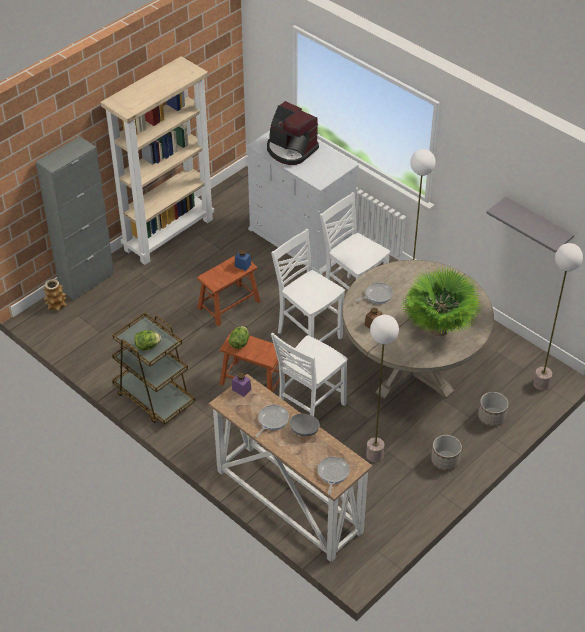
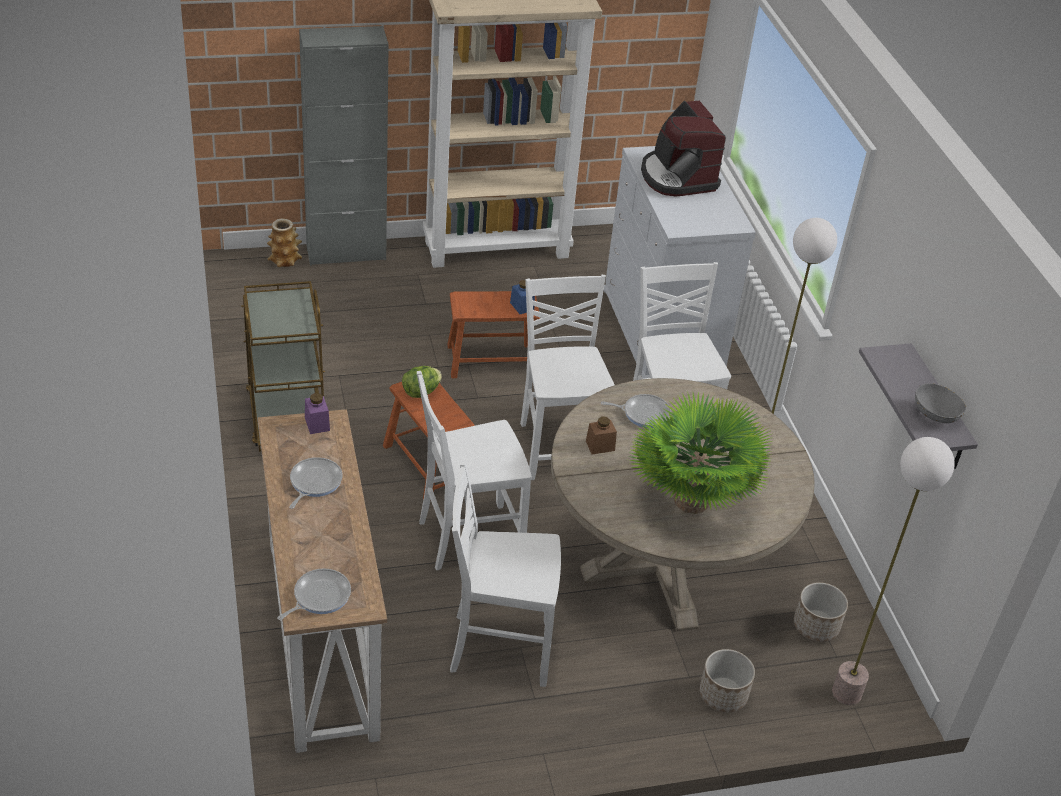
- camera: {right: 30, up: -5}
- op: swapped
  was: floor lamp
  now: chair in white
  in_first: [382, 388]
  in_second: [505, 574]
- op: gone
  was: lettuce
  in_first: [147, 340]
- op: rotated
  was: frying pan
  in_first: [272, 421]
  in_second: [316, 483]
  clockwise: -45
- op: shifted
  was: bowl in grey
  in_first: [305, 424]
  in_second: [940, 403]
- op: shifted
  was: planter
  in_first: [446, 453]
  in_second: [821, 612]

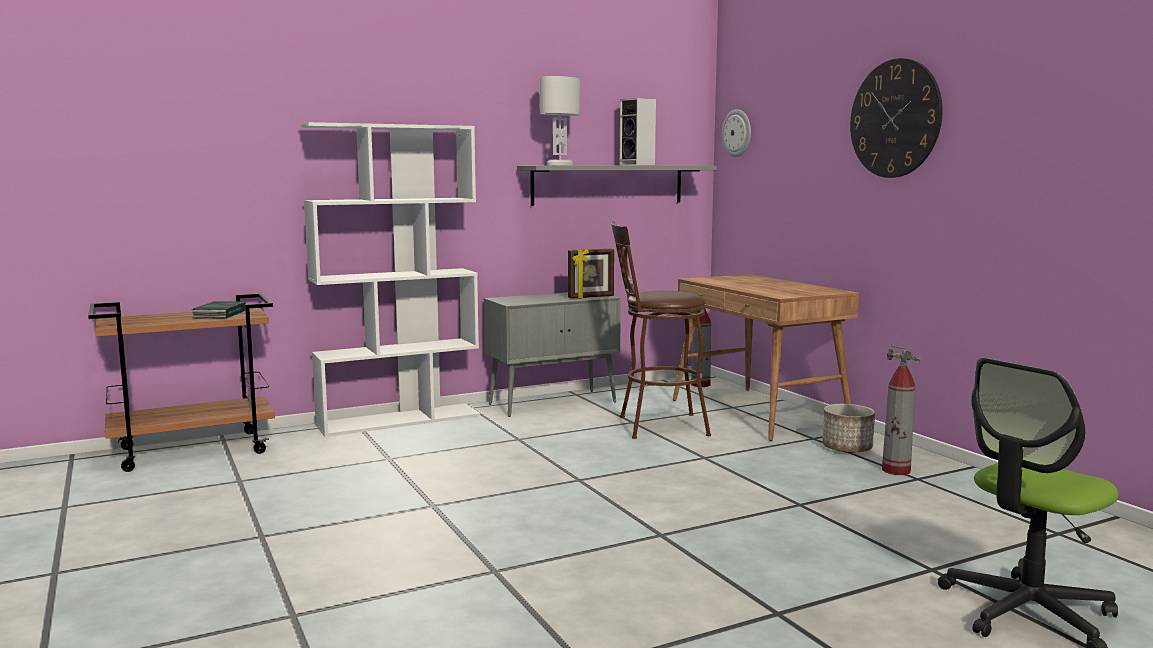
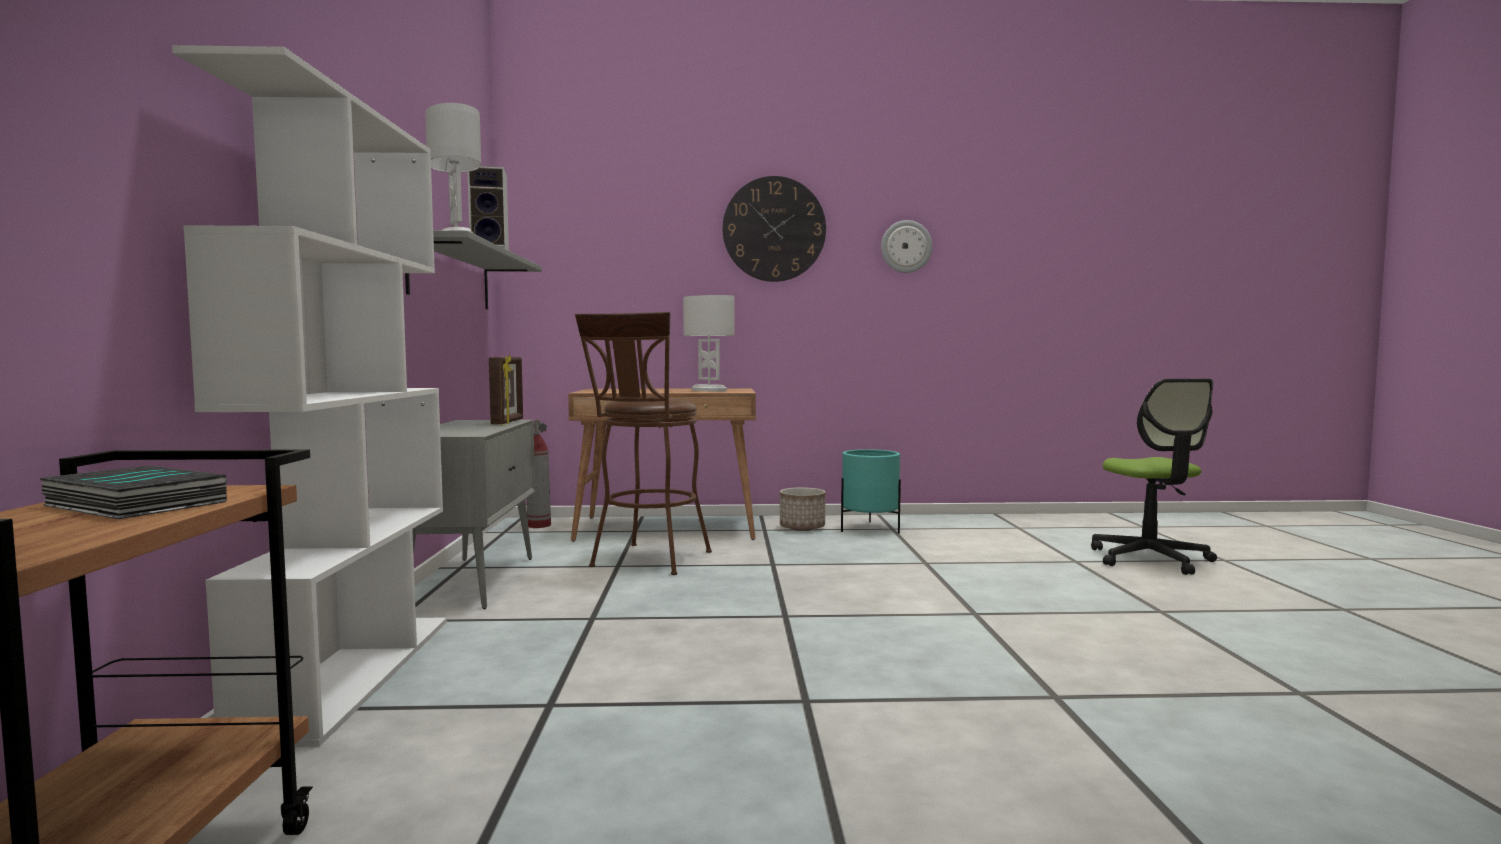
- camera: {right: -65, up: -5}
- op: shifted
  was: wall clock
  in_first: [736, 133]
  in_second: [906, 246]
- op: swapped
  was: fire extinguisher
  now: planter in turquoise
  in_first: [901, 410]
  in_second: [871, 491]
- op: new
  now: table lamp in white
  in_second: [709, 343]

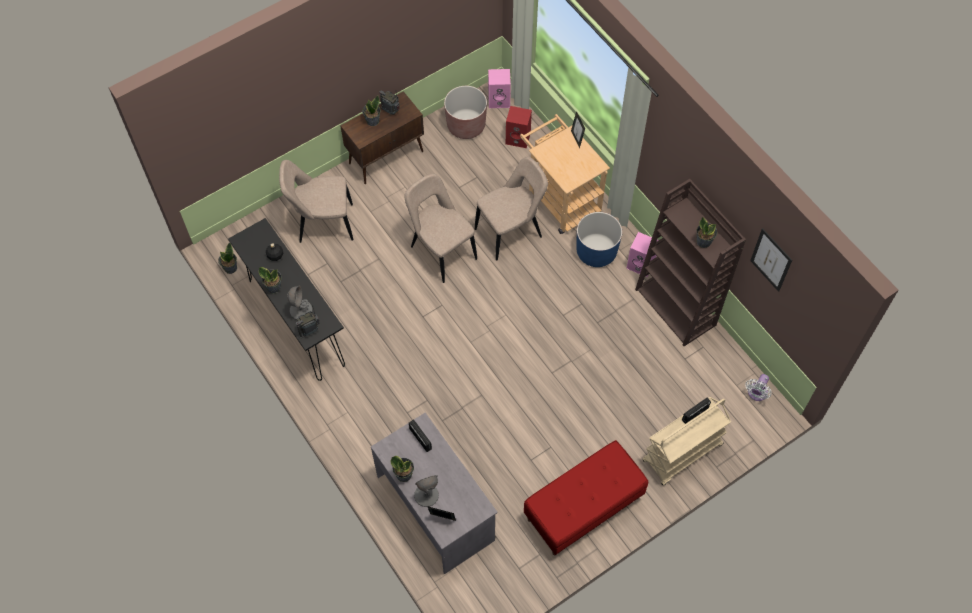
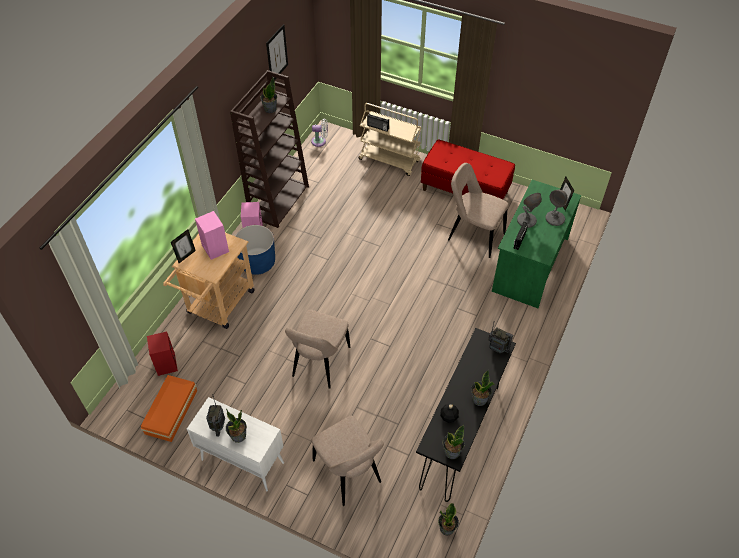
- camera: {right: -120, up: -10}
- op: shifted
  was: speaker in pink
  in_first: [499, 88]
  in_second: [212, 235]
- op: swapped
  was: planter in brown
  now: storage box in orange
  in_first: [465, 112]
  in_second: [169, 408]
- op: repainted
  was: cabinet in brown
  now: cabinet in white
  in_first: [382, 137]
  in_second: [235, 444]
- op: shifted
  was: chair in beige
  in_first: [511, 209]
  in_second: [478, 210]
- op: shifted
  was: table lamp in grey
  in_first: [300, 303]
  in_second: [529, 210]
- op: repainted
  was: desk in grey
  now: desk in green
  in_first: [434, 493]
  in_second: [536, 244]
- op: shifted
  was: potted plant
  in_first: [402, 469]
  in_second: [454, 442]

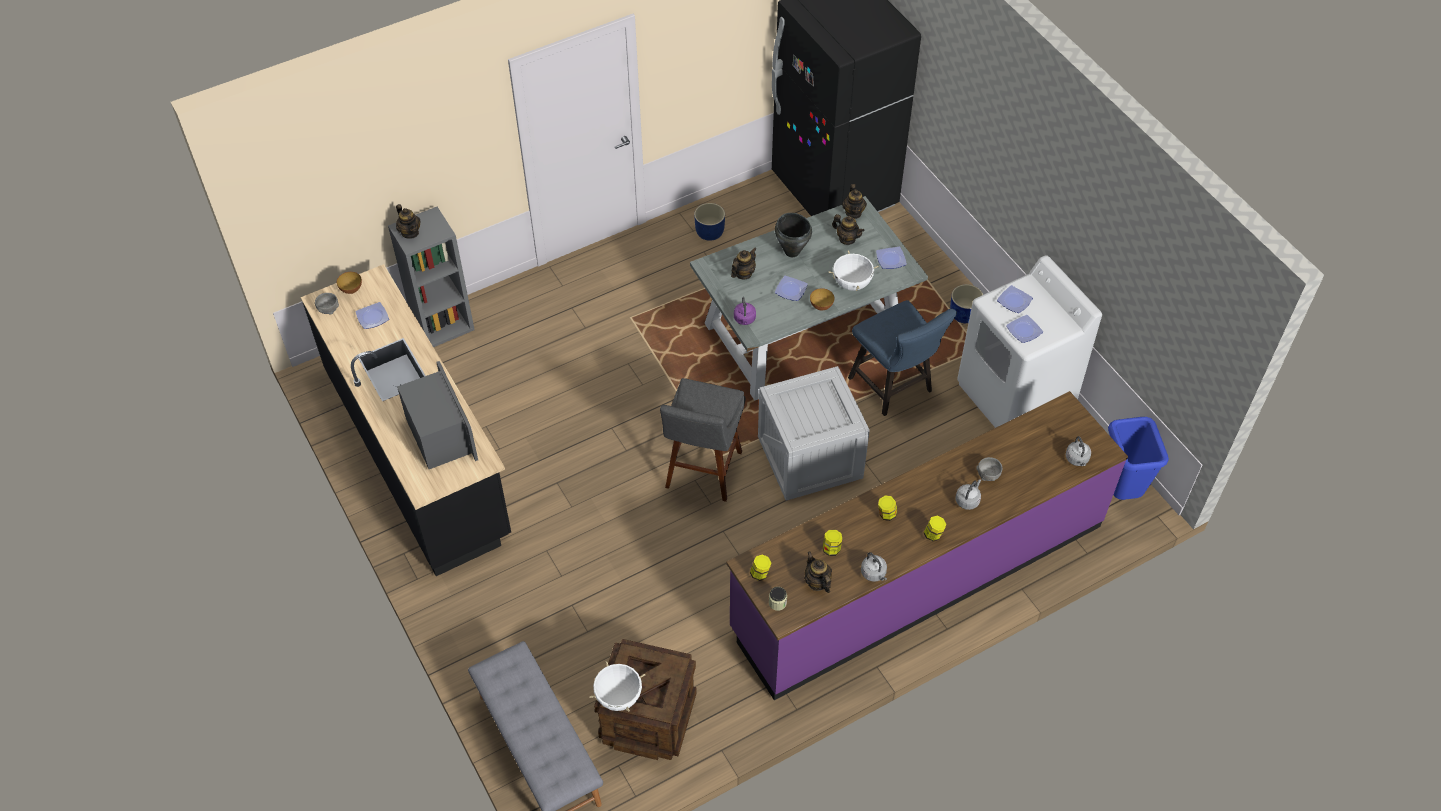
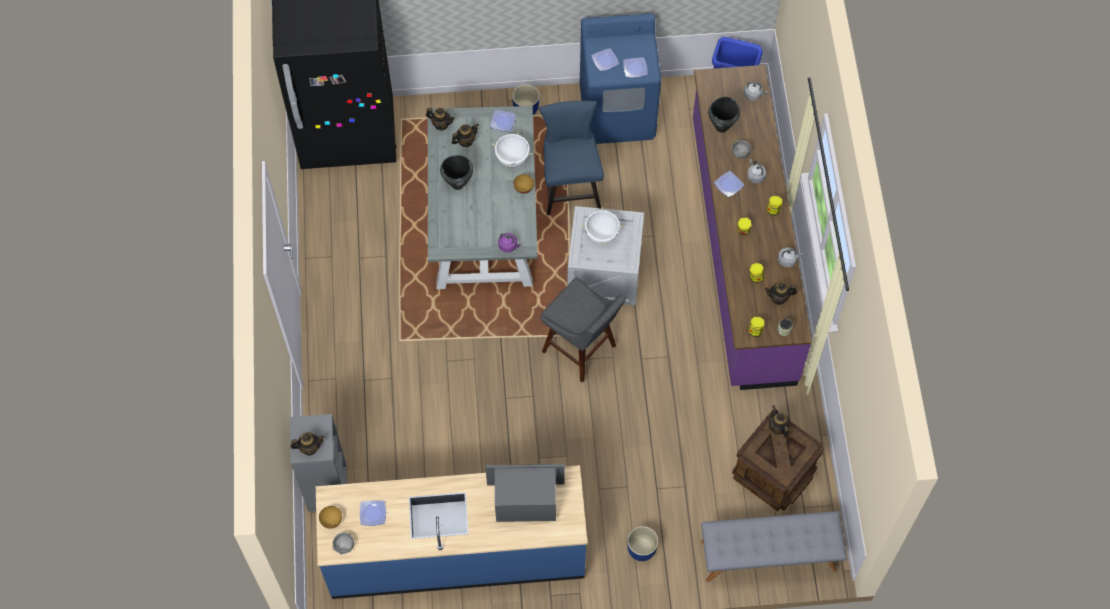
- camera: {right: -65, up: 10}
- op: shifted
  was: planter in blue
  in_first: [709, 222]
  in_second: [642, 543]
- op: shifted
  was: teapot
  in_first: [744, 263]
  in_second: [779, 421]
- op: repainted
  was: washing machine in white
  now: washing machine in blue
  in_first: [1029, 341]
  in_second: [620, 78]
- op: repainted
  was: counter in black
  now: counter in blue
  in_first: [406, 420]
  in_second: [452, 532]
- op: shifted
  was: plate
  in_first: [791, 288]
  in_second: [729, 184]
- op: rotated
  was: chair in blue
  in_first: [902, 358]
  in_second: [571, 158]
  clockwise: -90
- op: shifted
  was: cooking pot in white
  in_first: [617, 686]
  in_second: [602, 226]
- op: new
  now: cooking pot in black
  in_second: [724, 115]

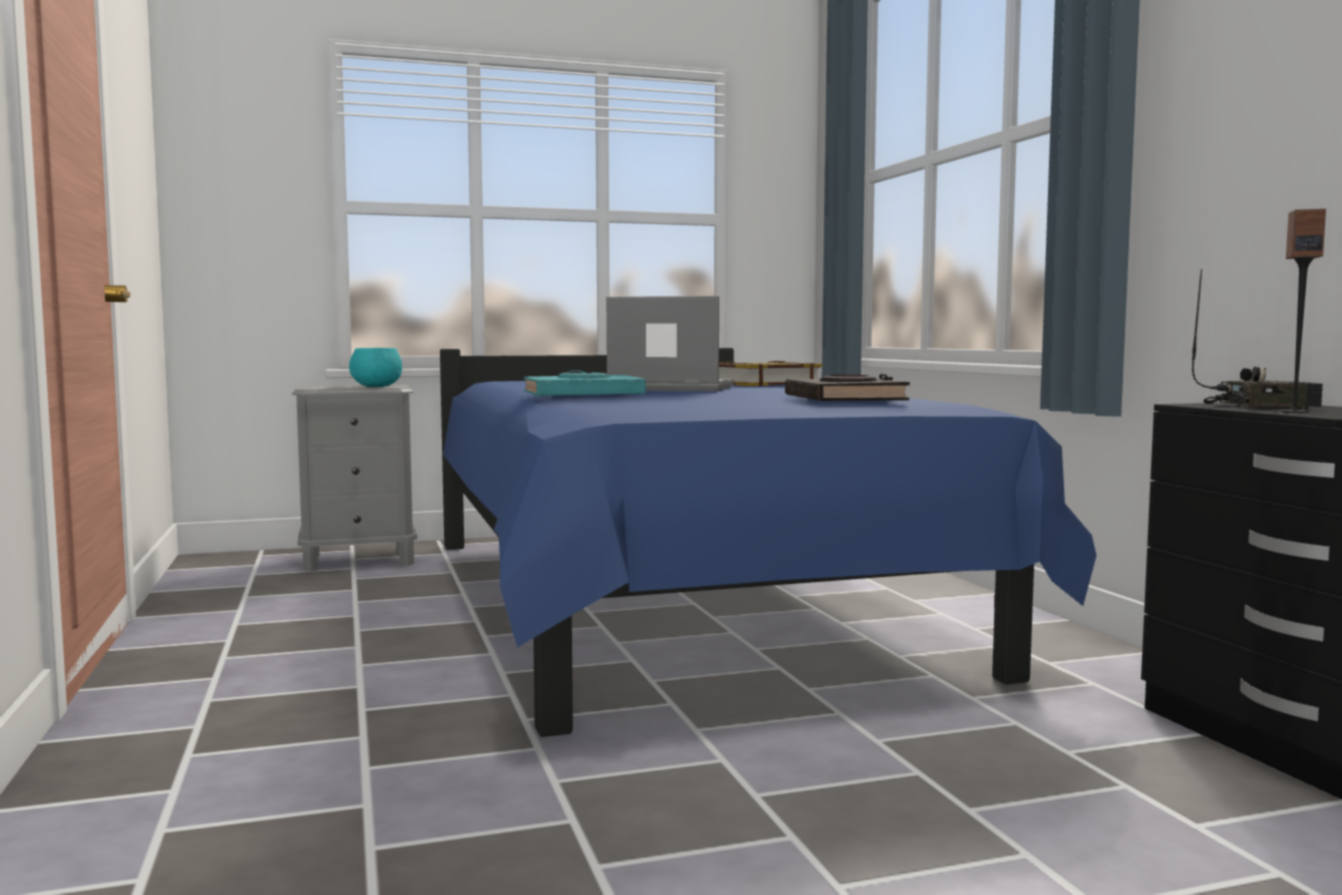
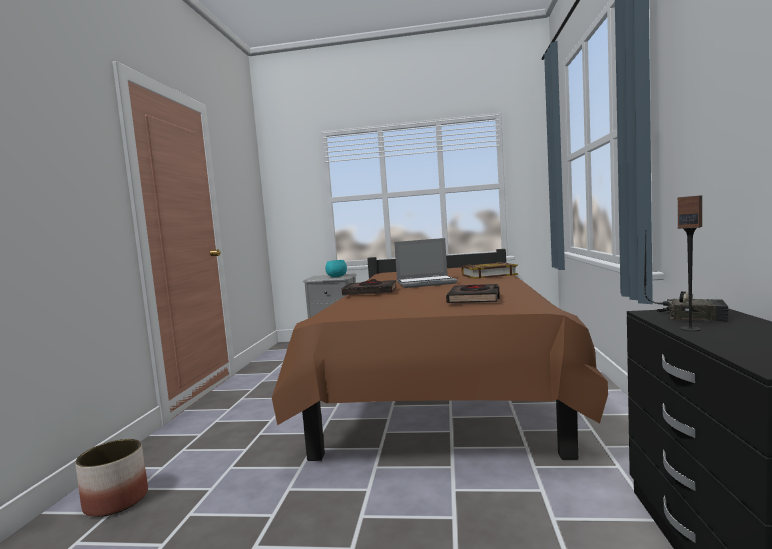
- camera: {right: 25, up: 0}
- op: rotated
  was: laptop
  in_first: [670, 343]
  in_second: [426, 263]
  clockwise: 135
- op: repainted
  was: bed in blue
  now: bed in brown
  in_first: [768, 542]
  in_second: [440, 355]
- op: repainted
  was: book in turquoise
  now: book in black
  in_first: [585, 383]
  in_second: [369, 287]
- op: new
  now: planter
  in_second: [111, 478]

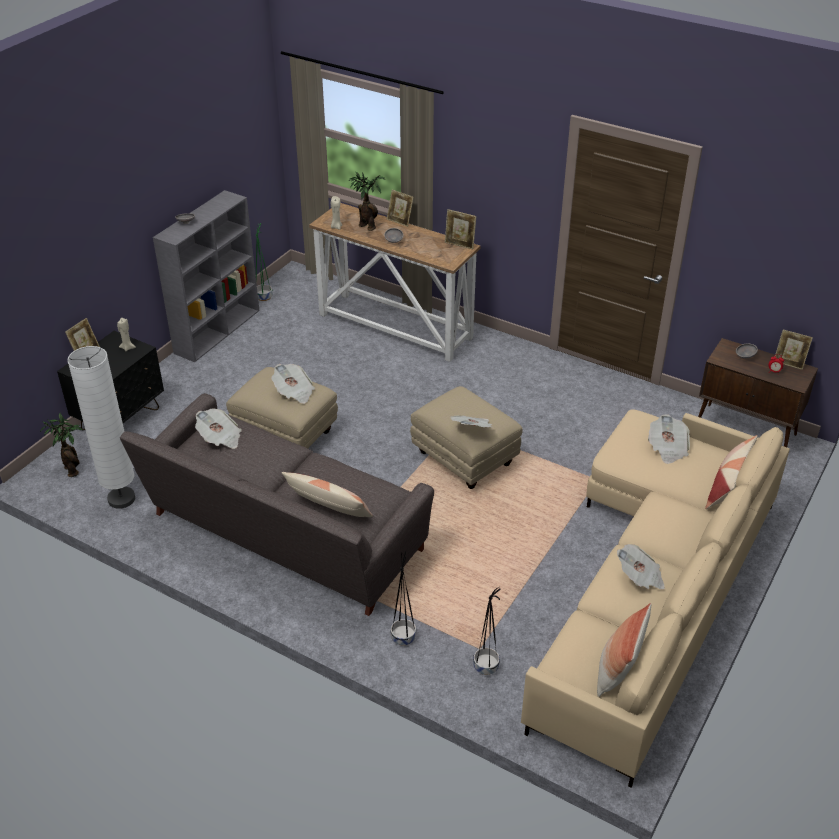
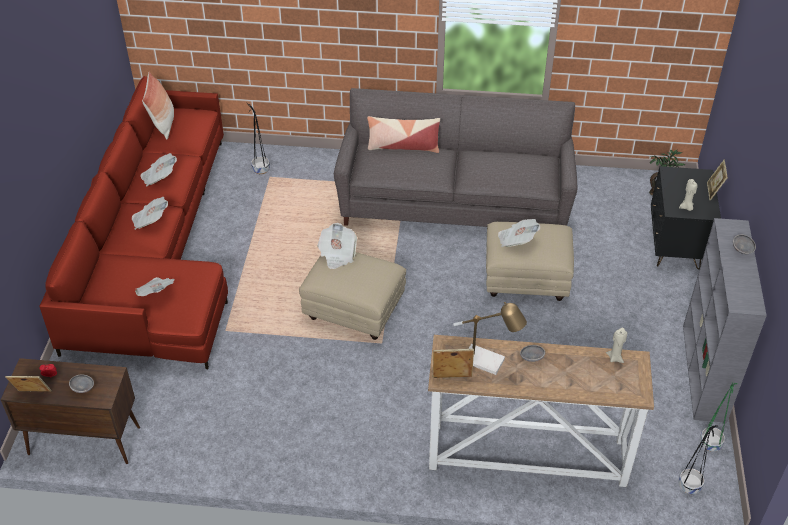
- camera: {right: 155, up: 5}
- op: gone
  was: potted plant
  in_first: [366, 201]
- op: gone
  was: picture frame
  in_first: [400, 208]
- op: gone
  was: floor lamp in white
  in_first: [101, 427]
- op: shifted
  was: newspaper
  in_first: [218, 428]
  in_second: [149, 213]
- op: repainted
  was: sofa in beige
  now: sofa in red
  in_first: [655, 598]
  in_second: [134, 222]
- op: gone
  was: pillow
  in_first: [731, 472]
- op: shifted
  was: planter in black
  in_first: [403, 599]
  in_second: [697, 459]
- op: new
  now: table lamp
  in_second: [490, 338]

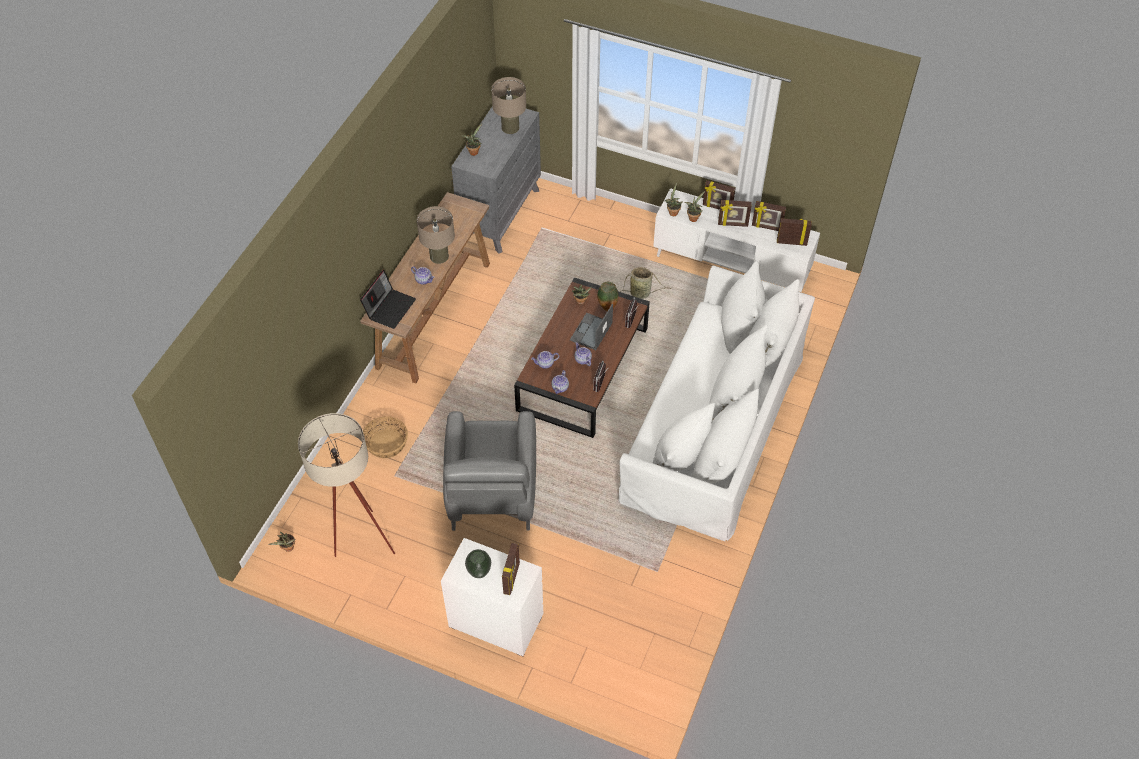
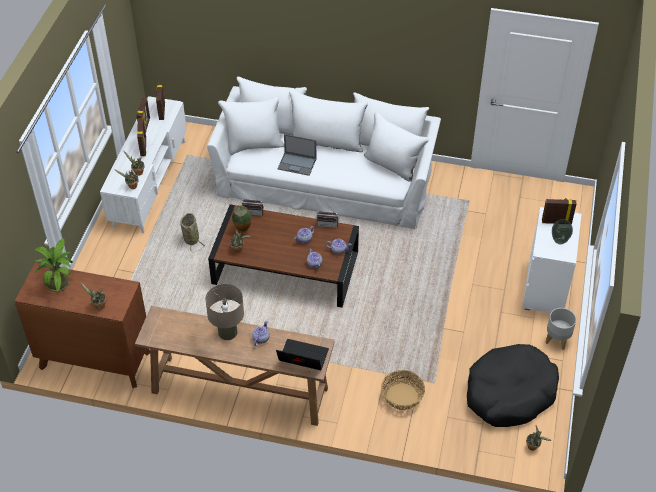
- camera: {right: -100, up: -5}
- op: swapped
  was: table lamp in beige
  now: potted plant
  in_first: [508, 105]
  in_second: [53, 265]
- op: repainted
  was: dresser in grey
  now: dresser in brown
  in_first: [496, 180]
  in_second: [82, 325]
- op: gone
  was: picture frame
  in_first: [719, 195]
- op: shifted
  was: laptop
  in_first: [591, 327]
  in_second: [297, 155]
- op: gone
  was: armchair in grey
  in_first: [489, 471]
- op: swapped
  was: floor lamp in beige
  now: dog bed in black
  in_first: [346, 485]
  in_second: [513, 385]
- op: new
  now: planter in grey
  in_second: [560, 329]

